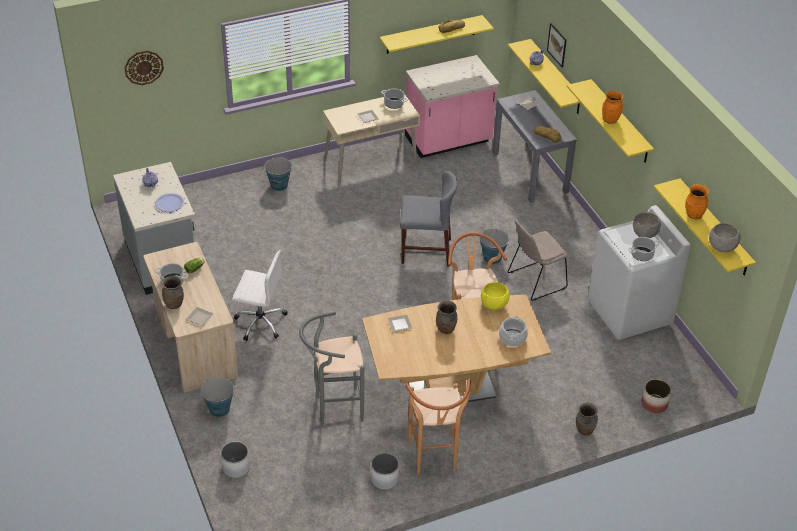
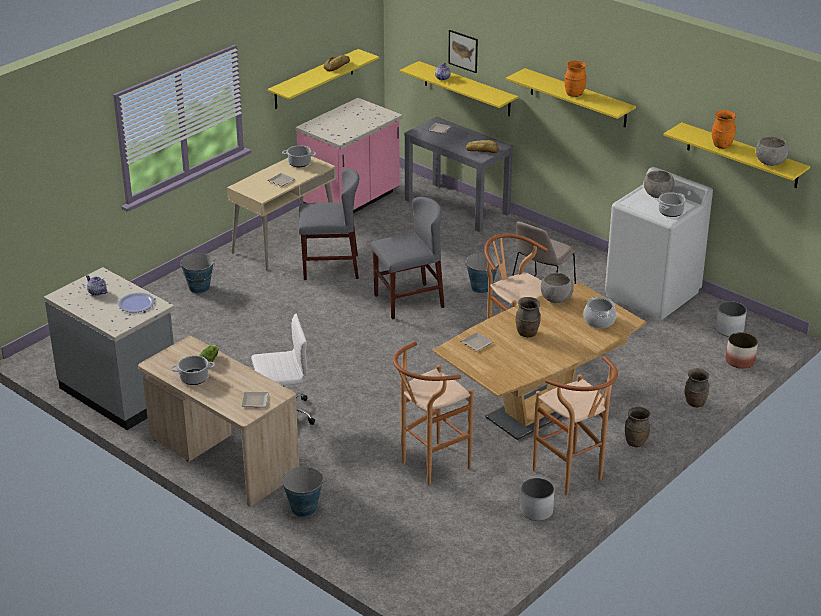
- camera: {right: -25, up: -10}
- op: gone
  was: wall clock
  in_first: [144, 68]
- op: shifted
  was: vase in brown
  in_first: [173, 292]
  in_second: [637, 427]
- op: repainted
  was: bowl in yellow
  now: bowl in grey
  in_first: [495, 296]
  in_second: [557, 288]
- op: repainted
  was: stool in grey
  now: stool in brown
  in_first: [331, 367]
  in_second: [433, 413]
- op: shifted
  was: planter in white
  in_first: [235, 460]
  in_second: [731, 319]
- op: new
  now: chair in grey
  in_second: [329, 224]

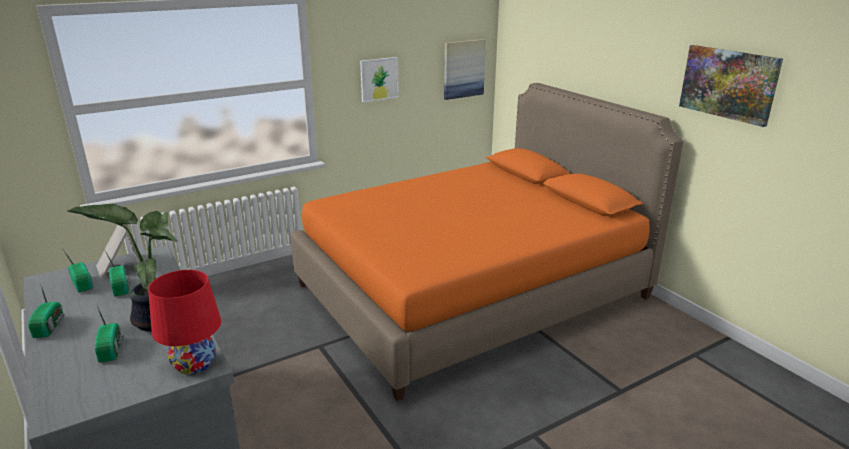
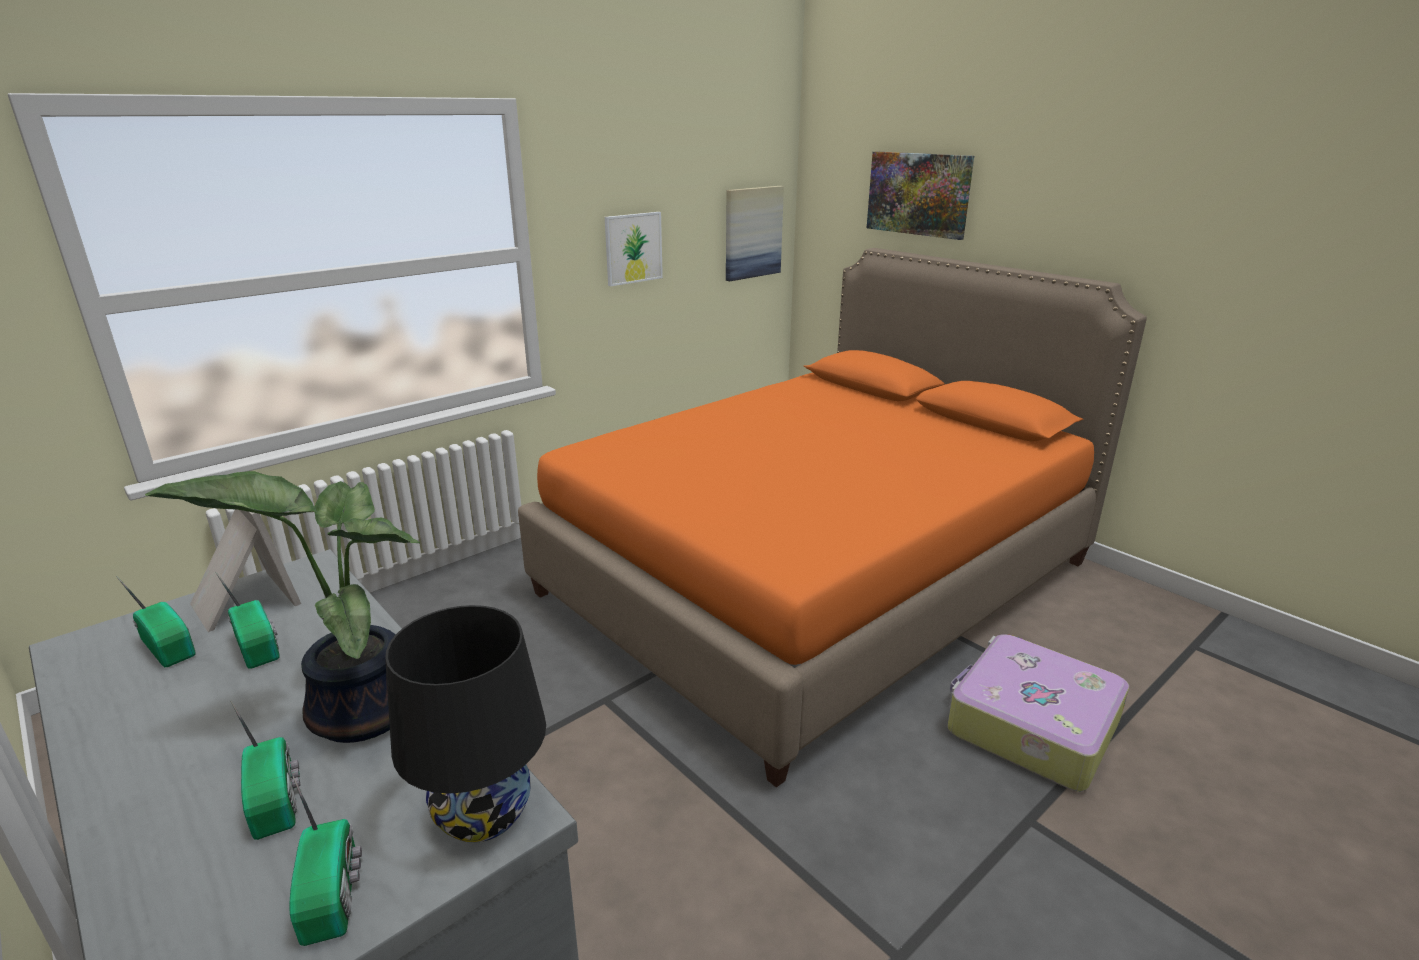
- camera: {right: -10, up: 0}
- op: shifted
  was: picture
  in_first: [731, 86]
  in_second: [920, 196]
- op: repainted
  was: table lamp in red
  now: table lamp in black
  in_first: [184, 322]
  in_second: [465, 724]
- op: shifted
  was: radio
  in_first: [46, 310]
  in_second: [325, 861]
- op: new
  now: suitcase
  in_second: [1038, 713]

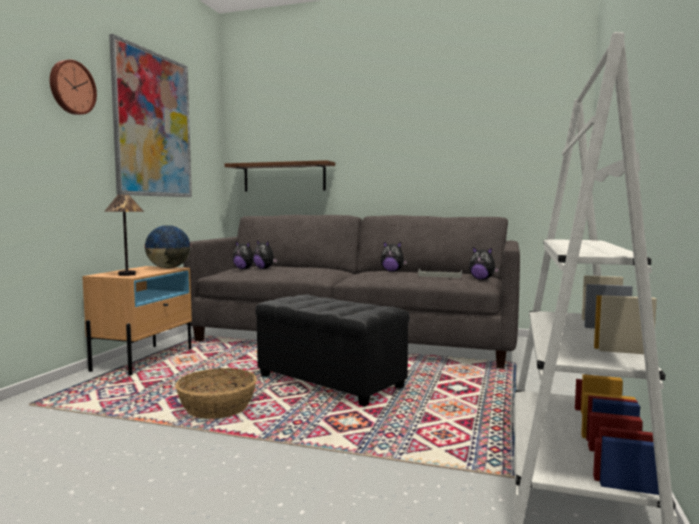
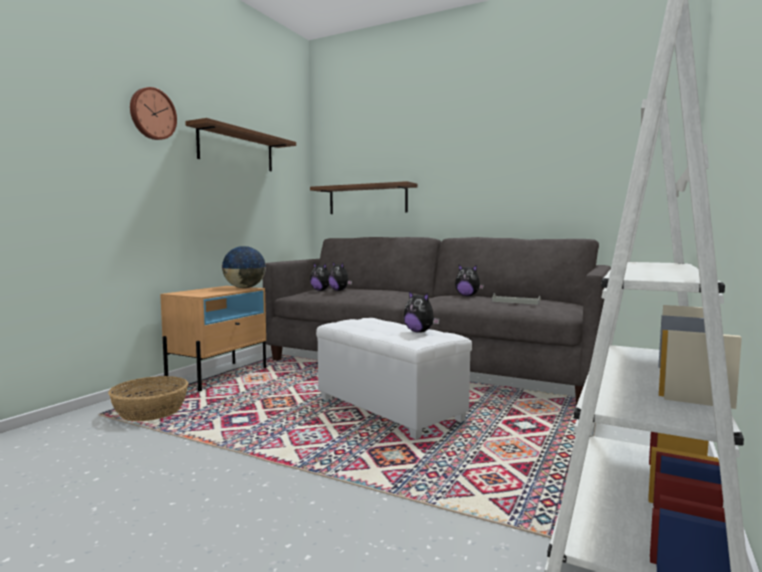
- camera: {right: 10, up: 0}
- op: swapped
  was: picture
  now: shelf
  in_first: [150, 115]
  in_second: [240, 144]
- op: gone
  was: table lamp
  in_first: [124, 235]
- op: shifted
  was: plush toy
  in_first: [484, 263]
  in_second: [422, 312]
- op: repainted
  was: ottoman in black
  now: ottoman in white
  in_first: [332, 351]
  in_second: [394, 379]
- op: shifted
  was: basket
  in_first: [216, 393]
  in_second: [148, 398]

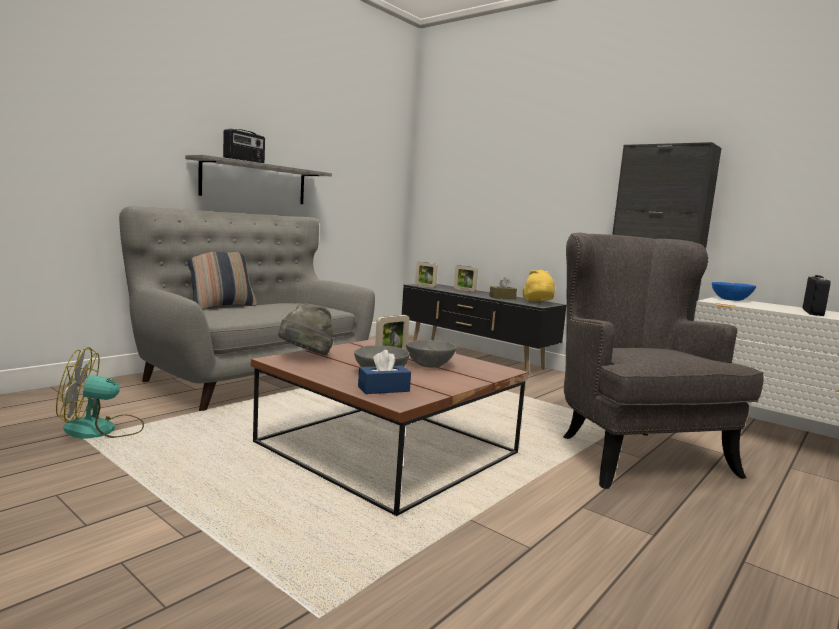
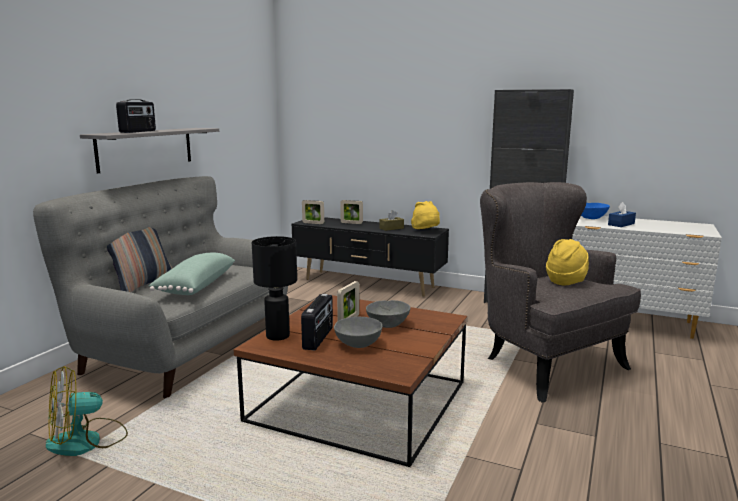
- camera: {right: -15, up: 5}
- op: shifted
  was: radio
  in_first: [817, 295]
  in_second: [317, 322]
- op: swapped
  was: hat in grey
  now: table lamp in black
  in_first: [306, 329]
  in_second: [274, 288]
- op: shifted
  was: tissue box in blue
  in_first: [384, 372]
  in_second: [622, 214]
- op: new
  now: hat in yellow
  in_second: [567, 262]
- op: new
  now: pillow in green
  in_second: [192, 274]

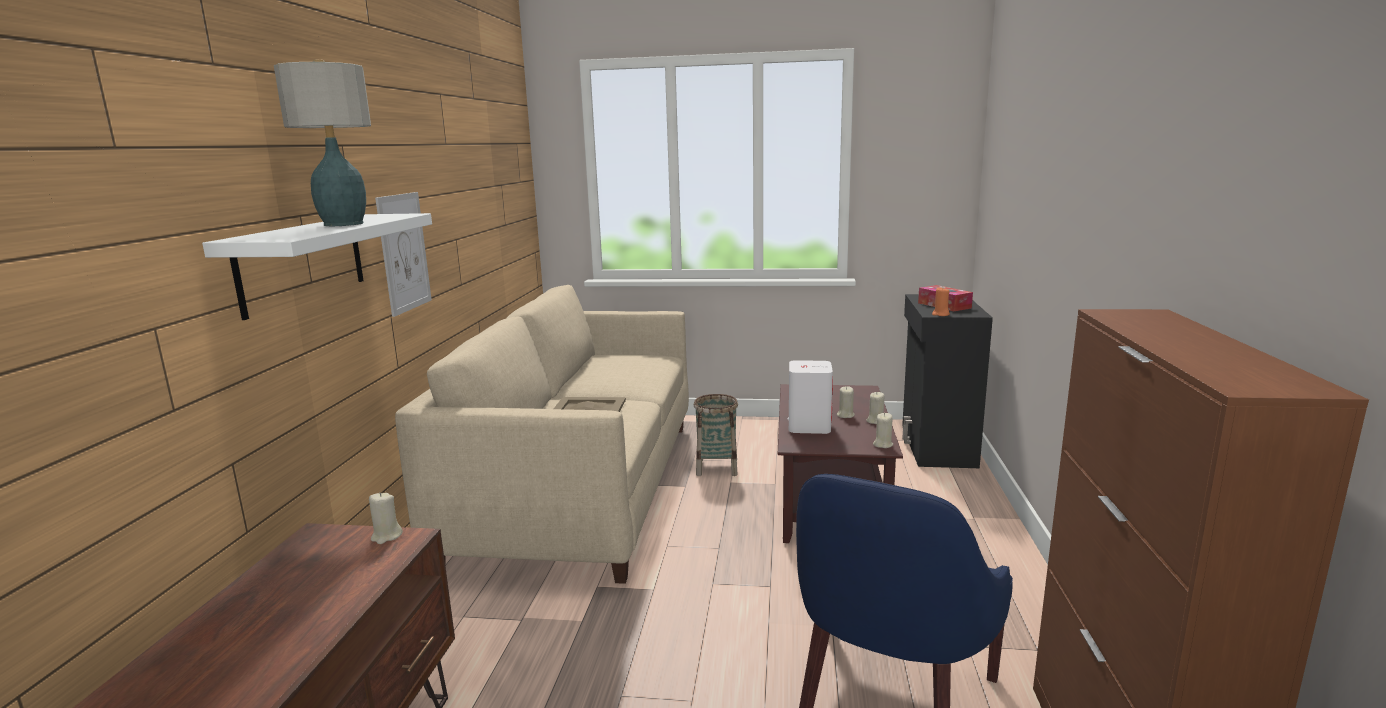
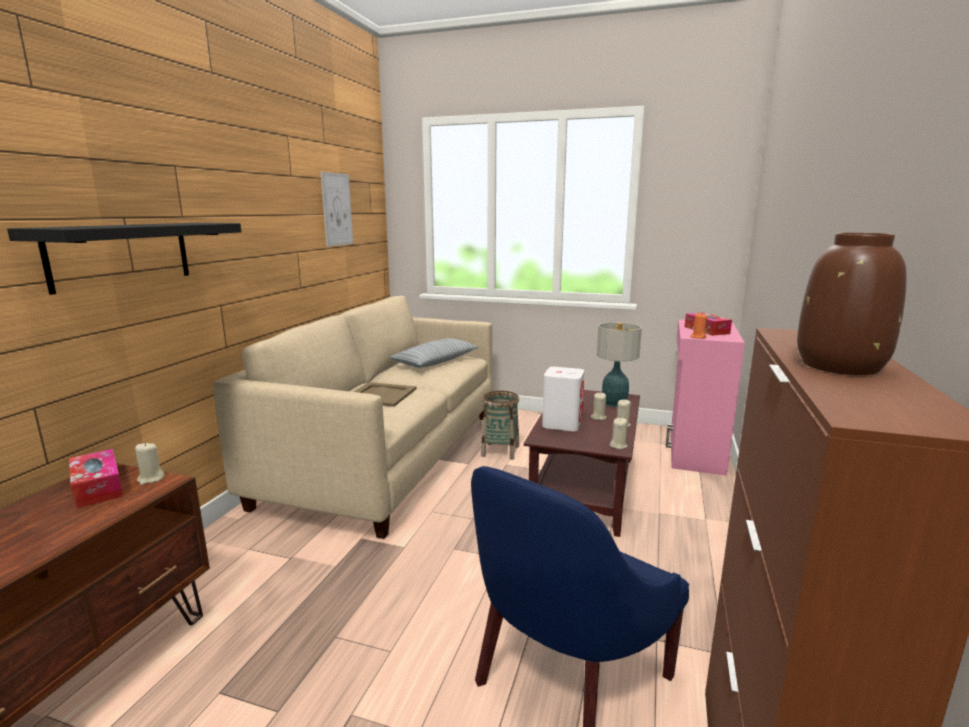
- camera: {right: 10, up: 0}
- op: shifted
  was: table lamp
  in_first: [322, 142]
  in_second: [619, 364]
- op: shifted
  was: picture
  in_first: [403, 254]
  in_second: [337, 209]
- op: repainted
  was: shelf in white
  now: shelf in black
  in_first: [317, 266]
  in_second: [124, 259]
- op: repainted
  was: cabinet in black
  now: cabinet in pink
  in_first: [947, 381]
  in_second: [705, 398]
- op: new
  now: vase in brown
  in_second: [852, 304]
- op: new
  now: pillow
  in_second: [434, 353]
- op: new
  now: tissue box
  in_second: [96, 479]

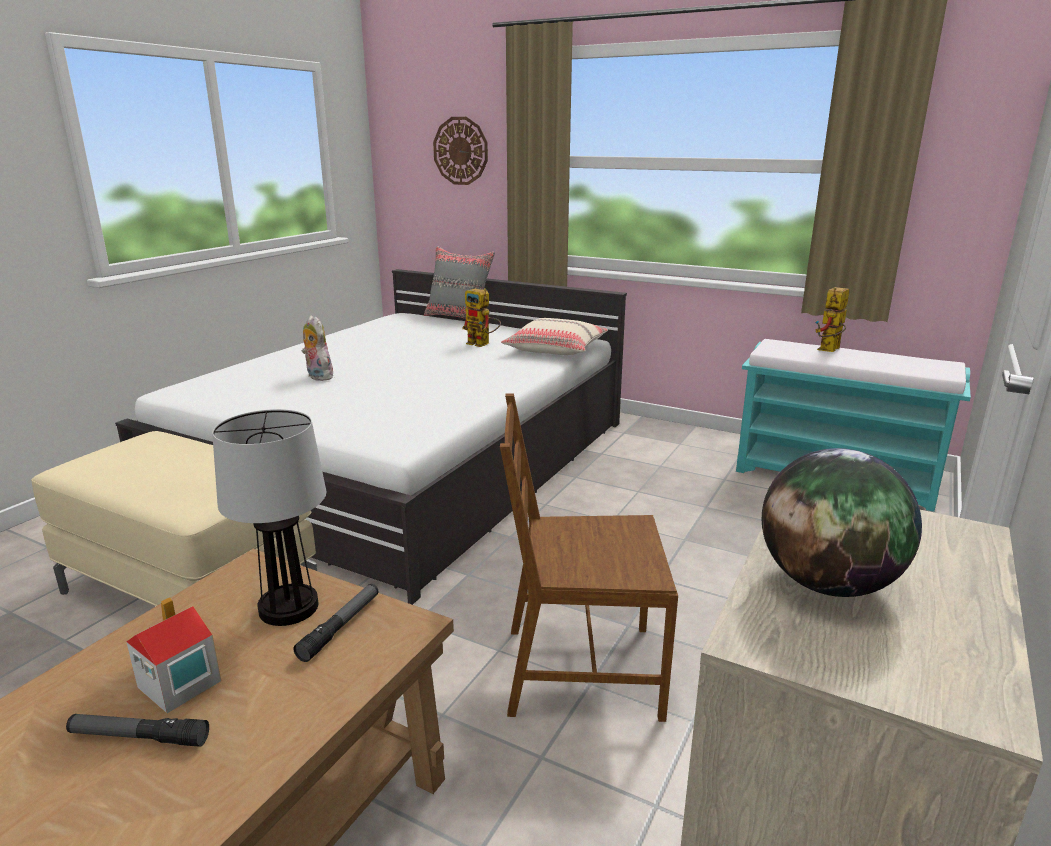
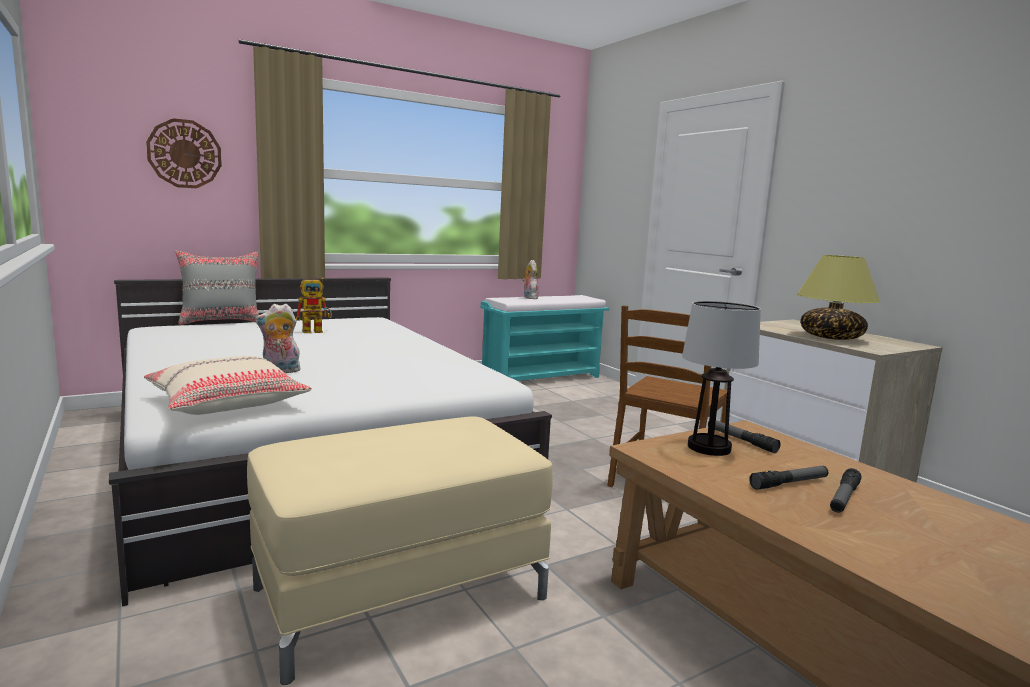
- camera: {right: -60, up: -10}
- op: swapped
  was: toy robot
  now: plush toy
  in_first: [832, 319]
  in_second: [530, 279]
- op: shifted
  was: pillow in beige
  in_first: [554, 336]
  in_second: [228, 385]
- op: swapped
  was: globe
  now: table lamp
  in_first: [842, 522]
  in_second: [838, 297]
- op: swapped
  was: toy house
  now: flashlight
  in_first: [174, 655]
  in_second: [788, 478]

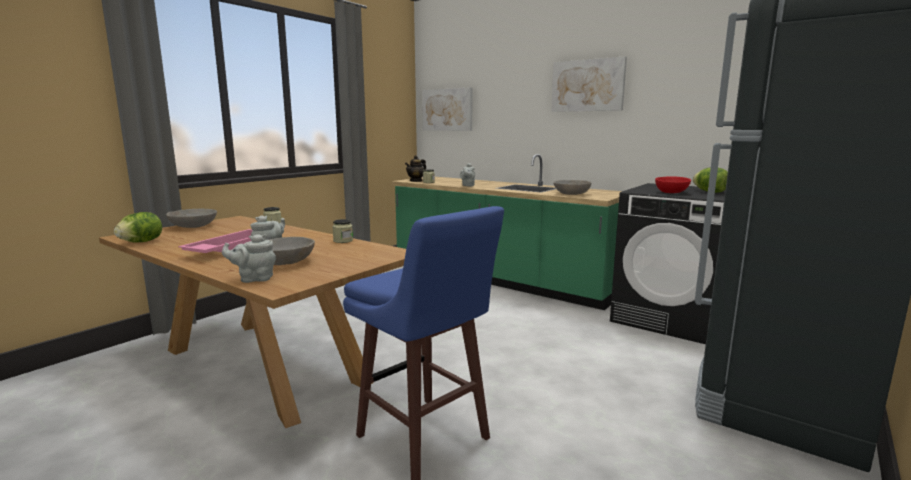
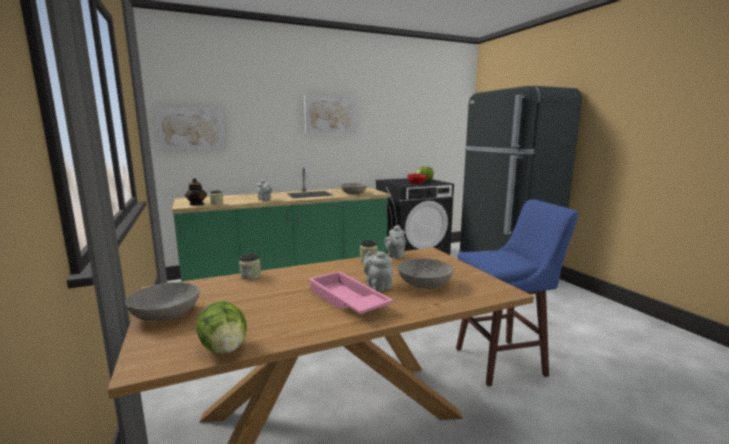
- camera: {right: -60, up: 0}
- op: shifted
  was: teapot in grey
  in_first: [249, 258]
  in_second: [395, 242]

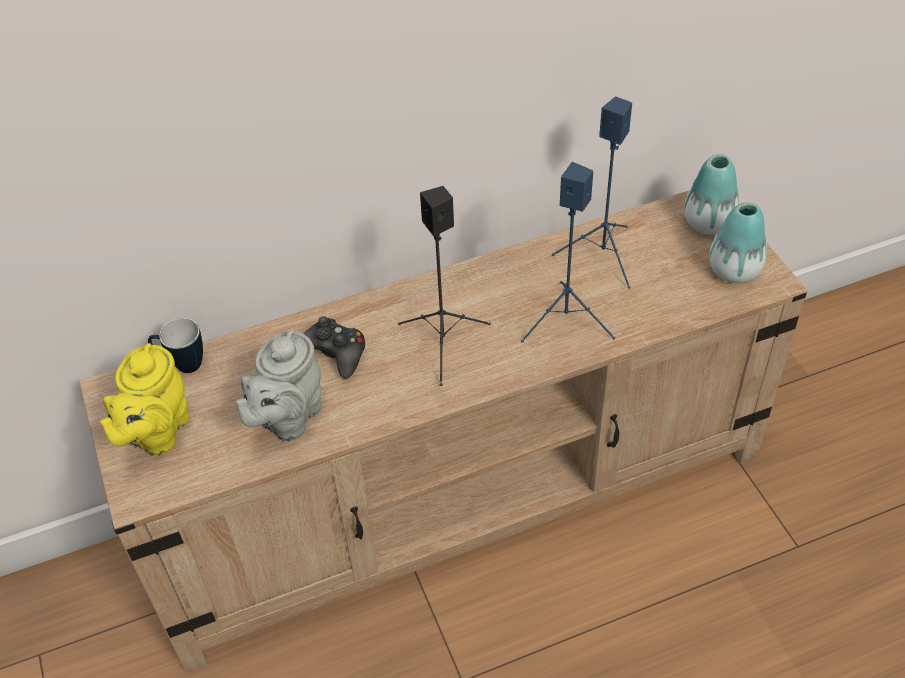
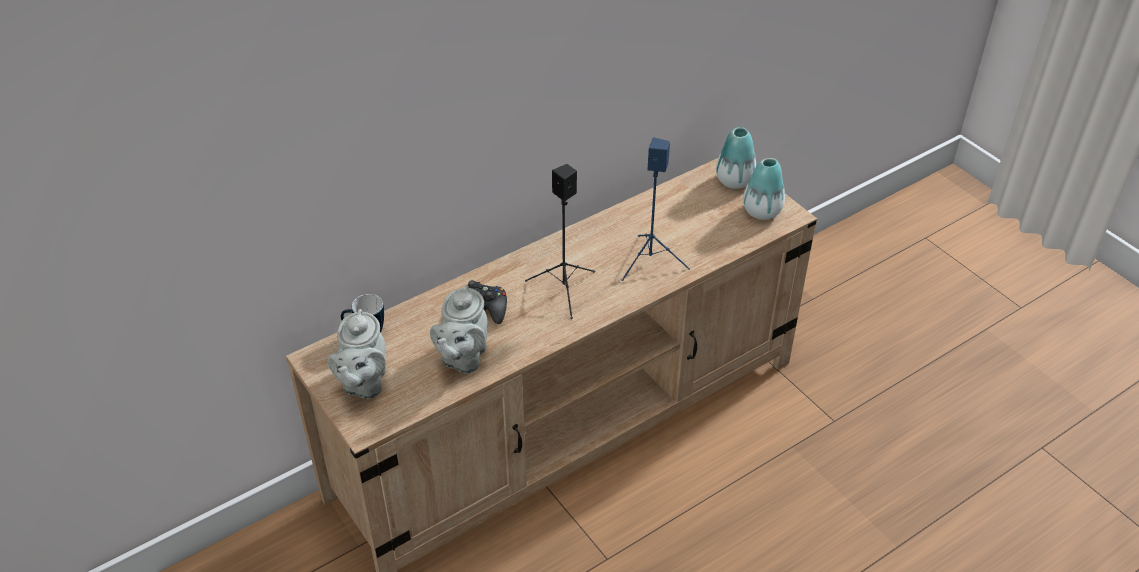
- camera: {right: -15, up: -5}
- op: gone
  was: speaker in blue
  in_first: [592, 193]
- op: repainted
  was: teapot in yellow
  now: teapot in grey
  in_first: [144, 399]
  in_second: [357, 354]

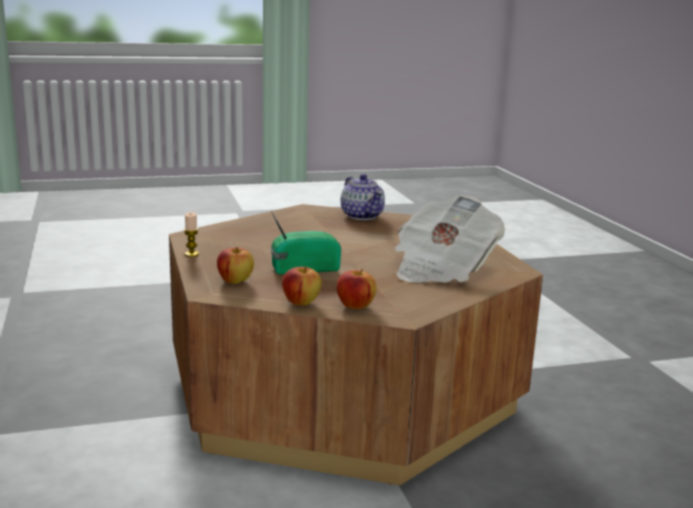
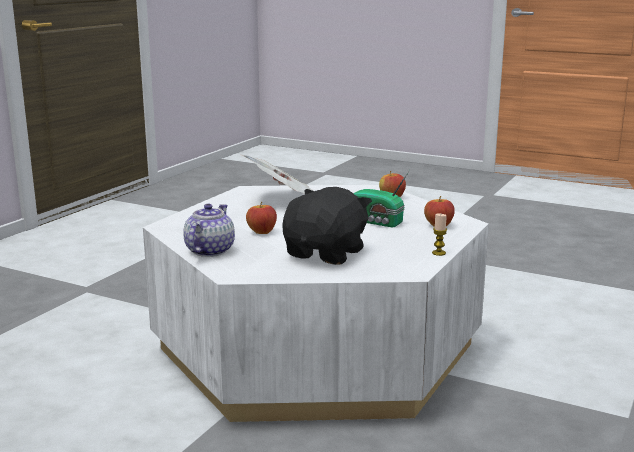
- camera: {right: -135, up: 0}
- op: repainted
  was: coffee table in brown
  now: coffee table in white
  in_first: [356, 344]
  in_second: [316, 304]
- op: shifted
  was: apple
  in_first: [302, 286]
  in_second: [261, 218]
- op: new
  now: plush toy in black
  in_second: [327, 226]

